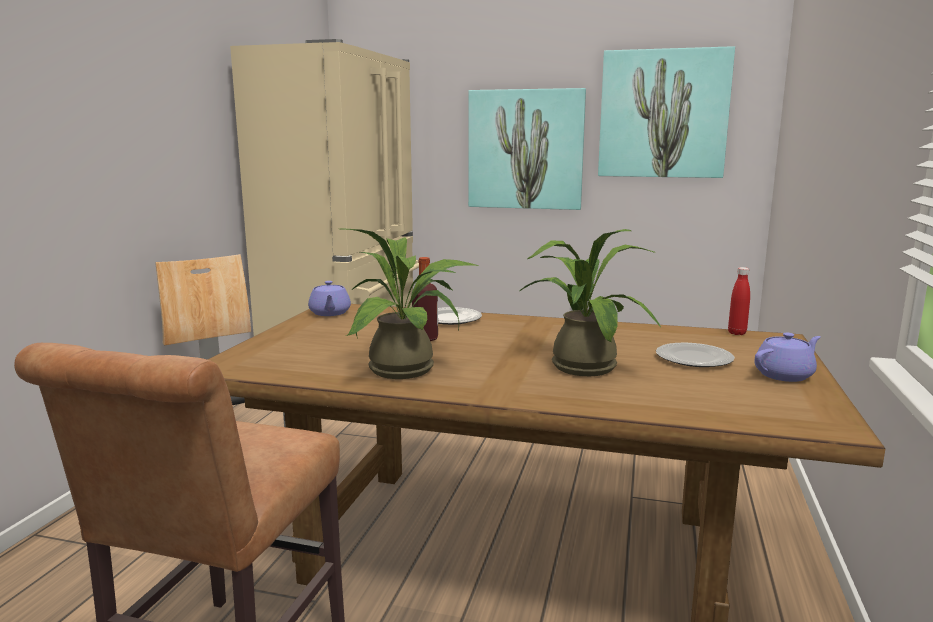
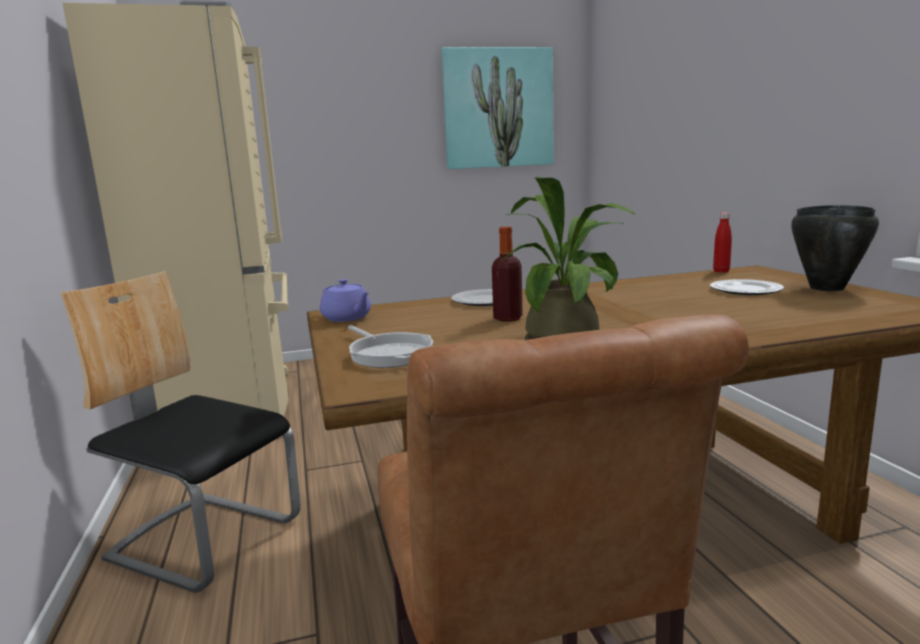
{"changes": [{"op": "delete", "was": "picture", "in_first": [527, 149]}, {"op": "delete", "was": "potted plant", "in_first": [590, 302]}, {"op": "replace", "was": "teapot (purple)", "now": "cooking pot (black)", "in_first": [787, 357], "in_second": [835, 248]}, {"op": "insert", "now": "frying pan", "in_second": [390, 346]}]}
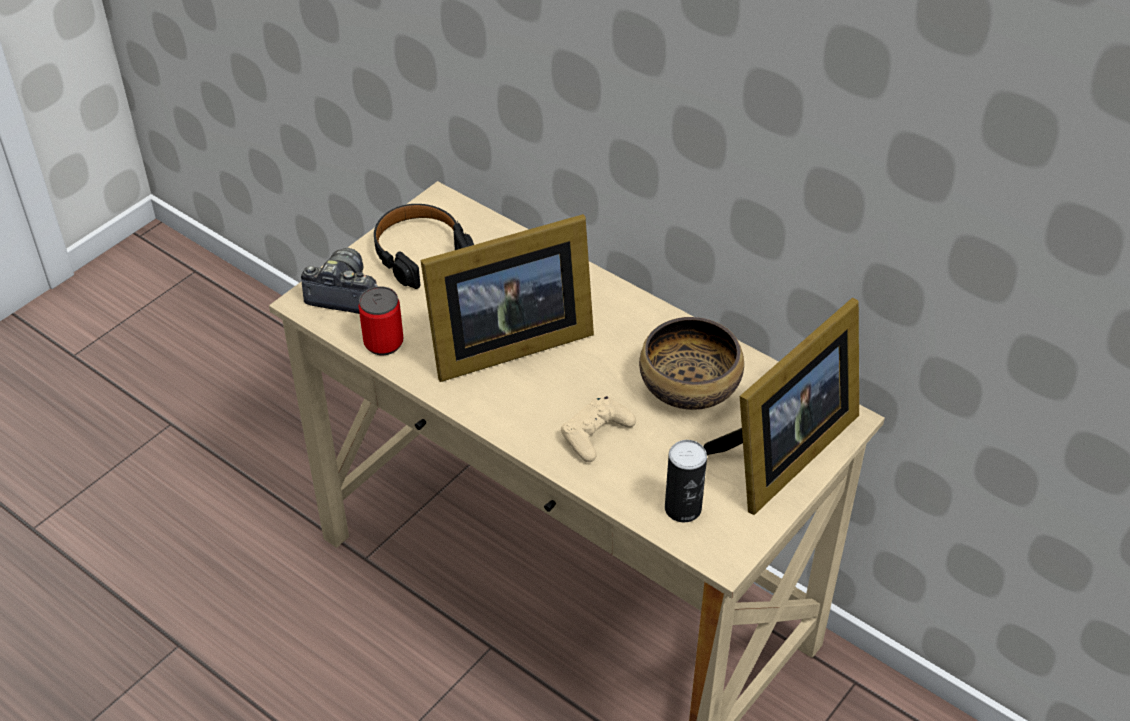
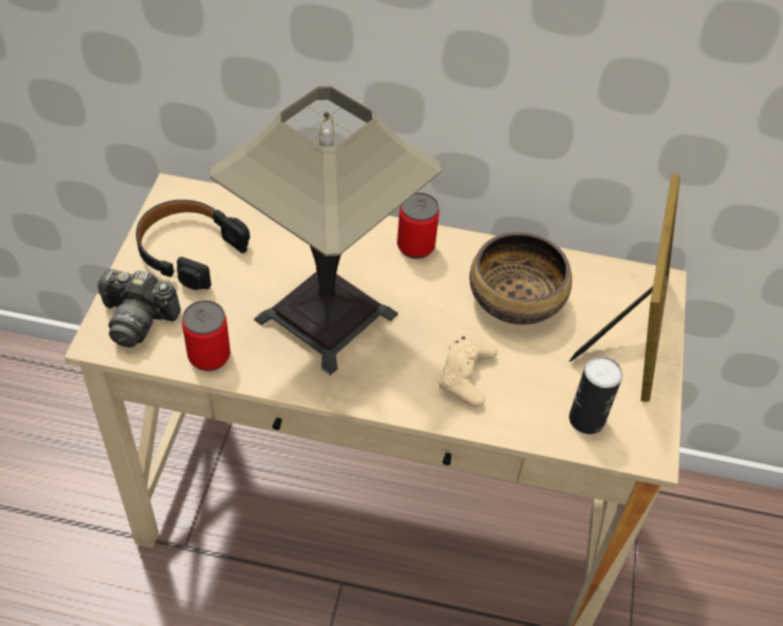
{"changes": [{"op": "replace", "was": "picture frame", "now": "table lamp", "in_first": [507, 298], "in_second": [325, 230]}, {"op": "rotate", "was": "photo camera", "in_first": [339, 281], "in_second": [139, 308], "clockwise": -150}, {"op": "insert", "now": "can", "in_second": [418, 225]}]}
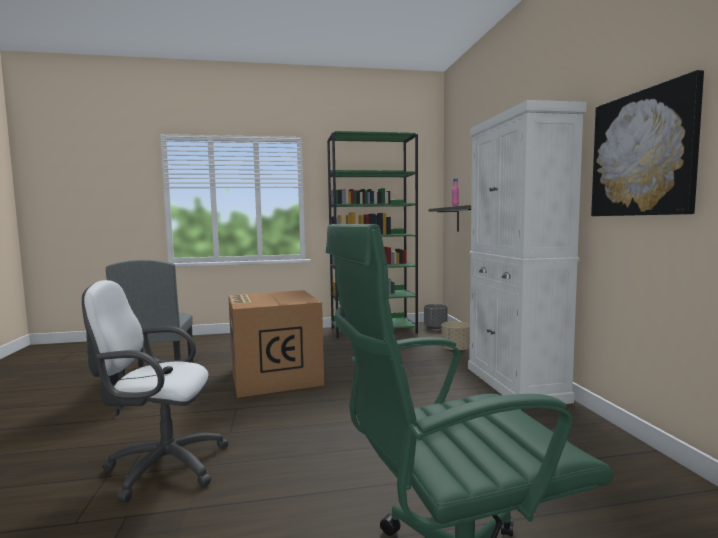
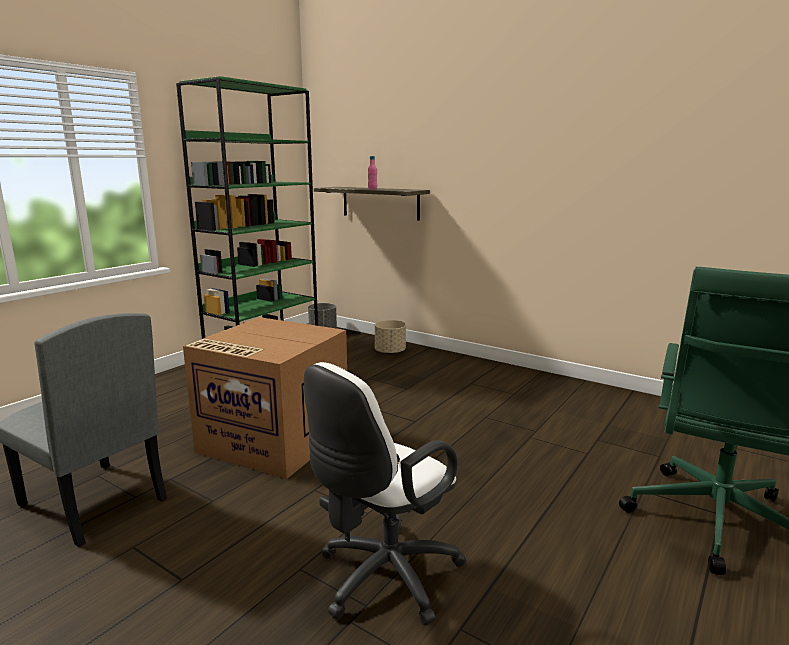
{"changes": [{"op": "delete", "was": "picture", "in_first": [647, 143]}, {"op": "delete", "was": "cabinet (white)", "in_first": [527, 252]}]}
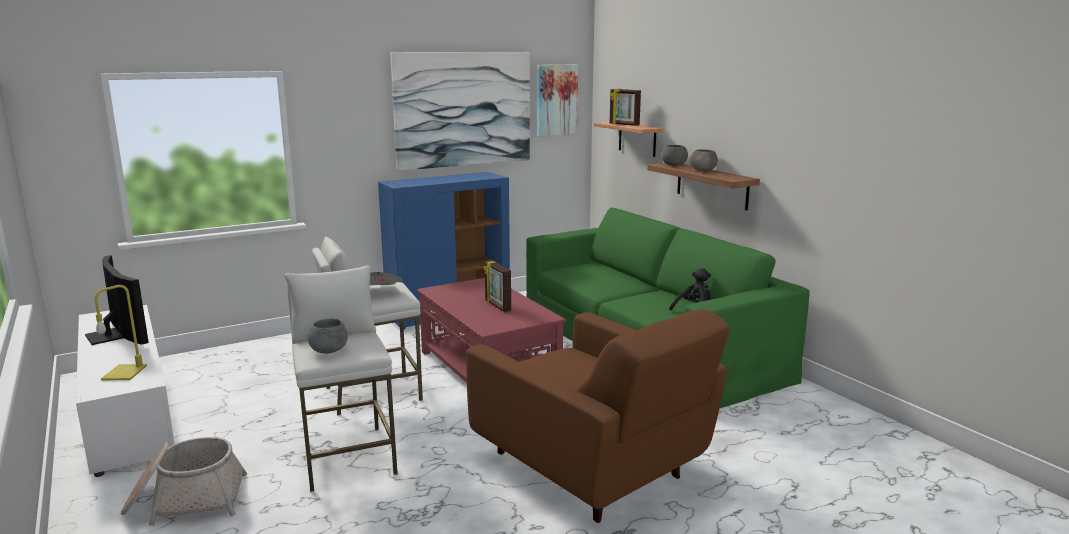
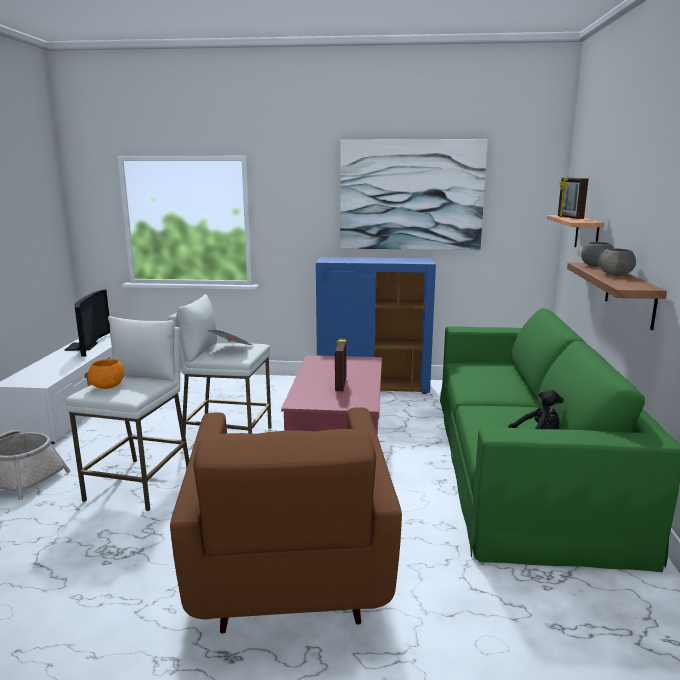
{"changes": [{"op": "delete", "was": "picture", "in_first": [557, 100]}, {"op": "delete", "was": "table lamp (yellow)", "in_first": [121, 332]}, {"op": "recolor", "was": "bowl (grey)", "now": "bowl (orange)", "in_first": [328, 335], "in_second": [106, 374]}]}
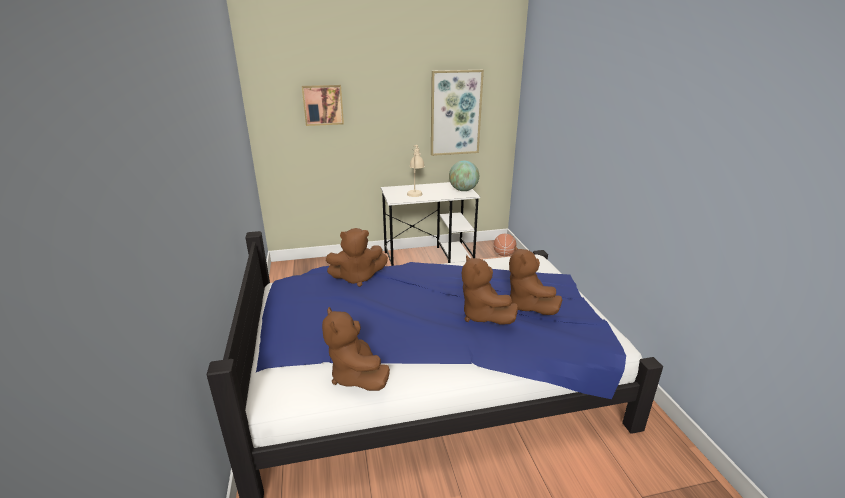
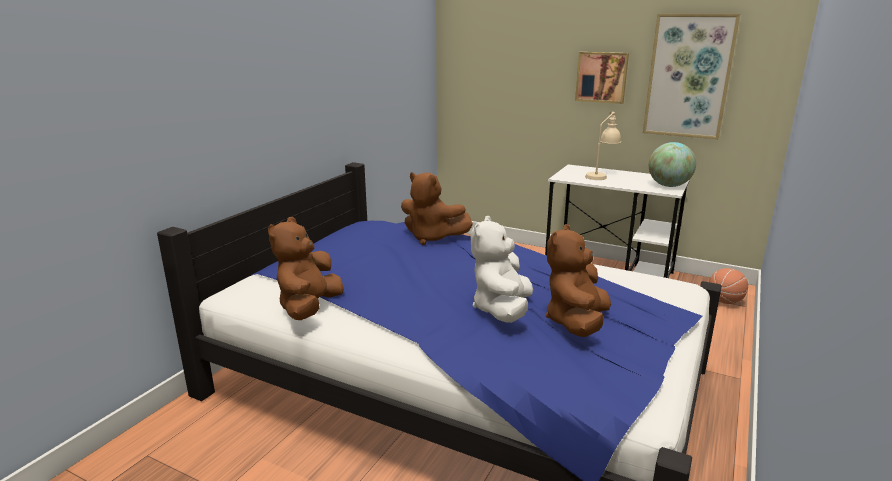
{"changes": [{"op": "move", "was": "picture", "in_first": [323, 105], "in_second": [602, 78]}, {"op": "recolor", "was": "plush toy (brown)", "now": "plush toy (white)", "in_first": [489, 290], "in_second": [502, 269]}]}
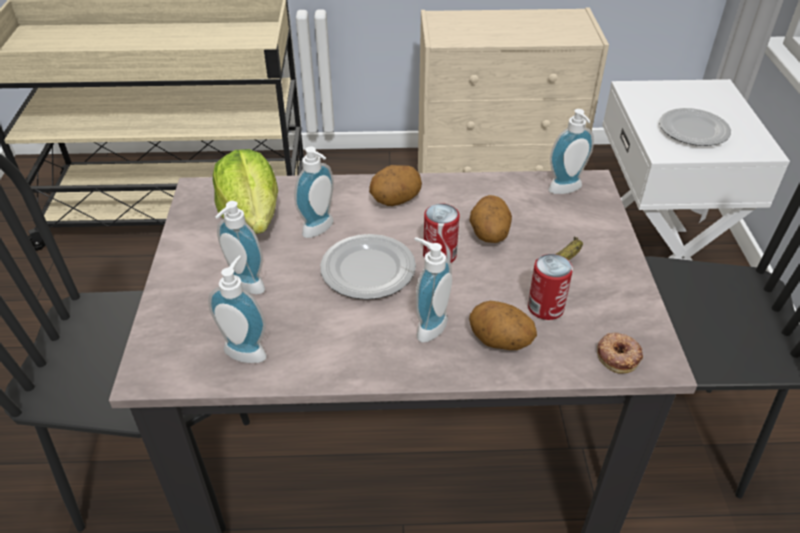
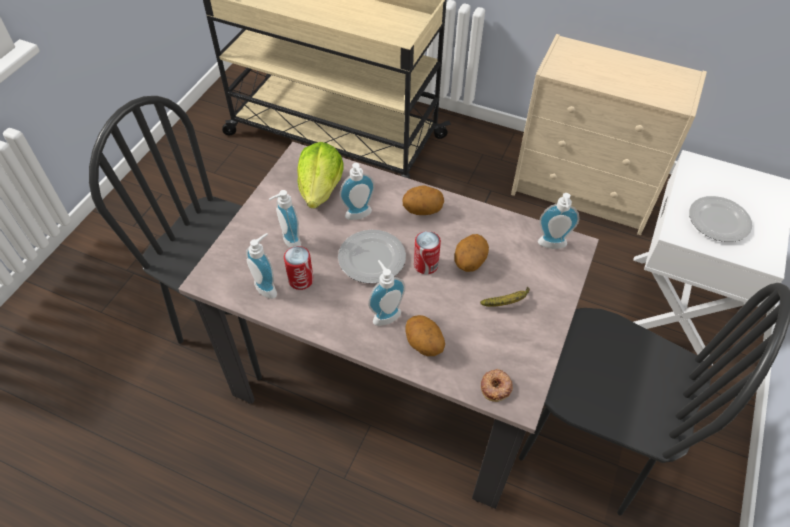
{"changes": [{"op": "move", "was": "can", "in_first": [550, 287], "in_second": [299, 268]}]}
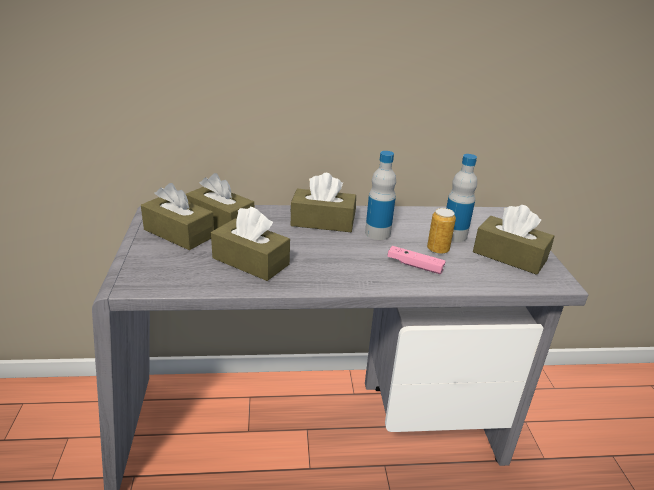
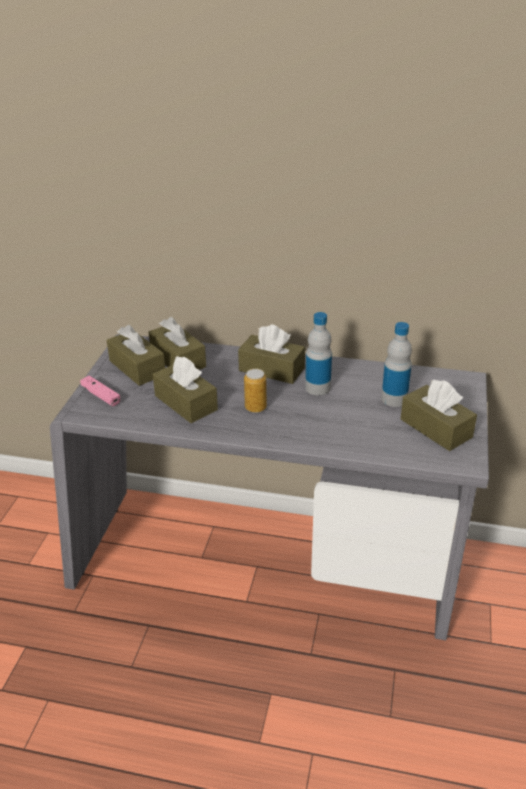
{"changes": [{"op": "move", "was": "can", "in_first": [441, 231], "in_second": [255, 391]}, {"op": "move", "was": "game controller (pink)", "in_first": [417, 260], "in_second": [100, 391]}]}
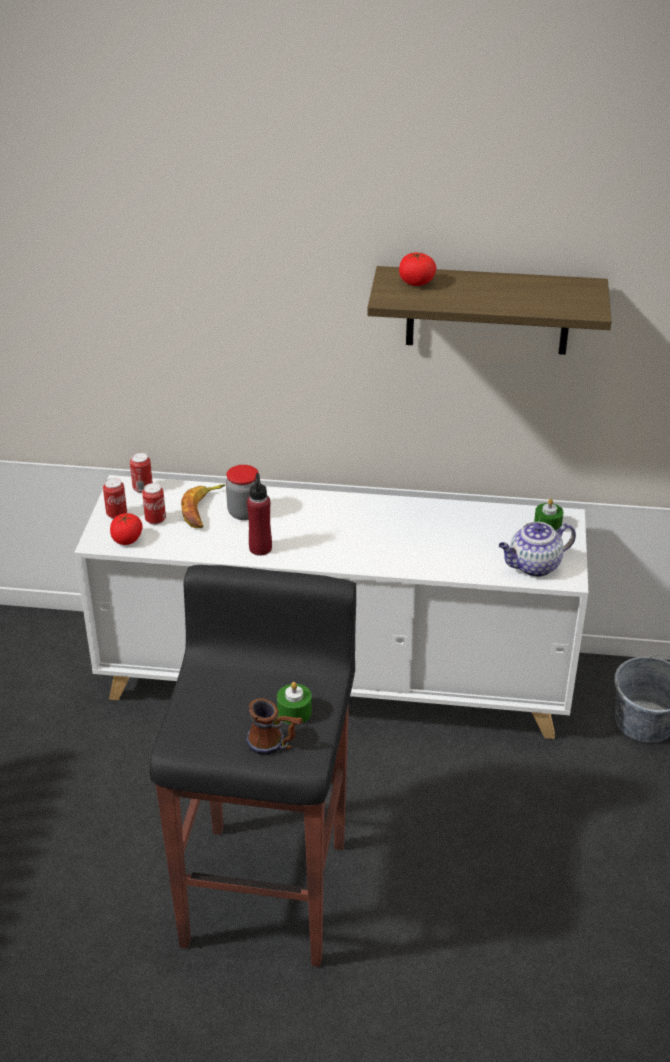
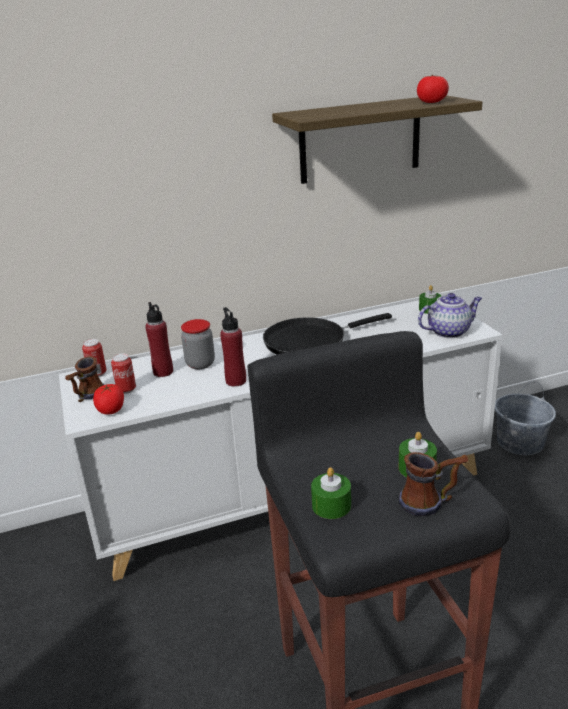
{"changes": [{"op": "move", "was": "tomato", "in_first": [417, 269], "in_second": [433, 89]}, {"op": "replace", "was": "can", "now": "mug", "in_first": [115, 498], "in_second": [84, 379]}, {"op": "replace", "was": "banana", "now": "bottle (red)", "in_first": [203, 506], "in_second": [159, 339]}, {"op": "rotate", "was": "teapot", "in_first": [537, 549], "in_second": [450, 315], "clockwise": -150}, {"op": "insert", "now": "frying pan (black)", "in_second": [327, 334]}, {"op": "insert", "now": "candle (green)", "in_second": [331, 493]}]}
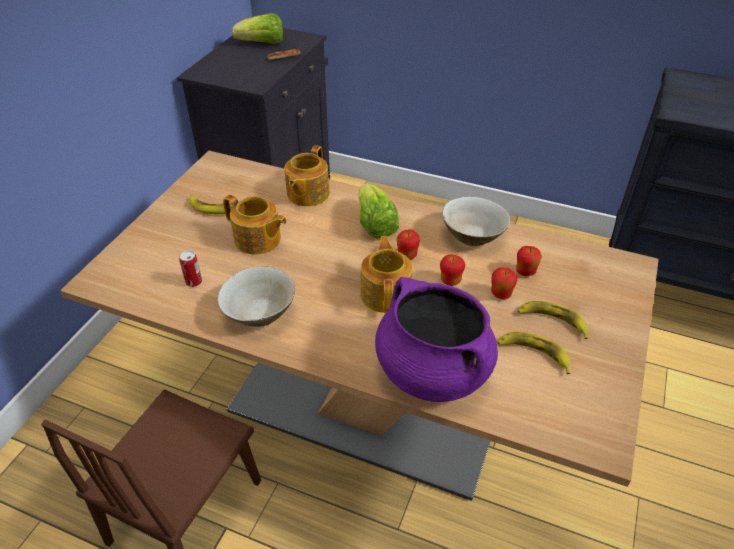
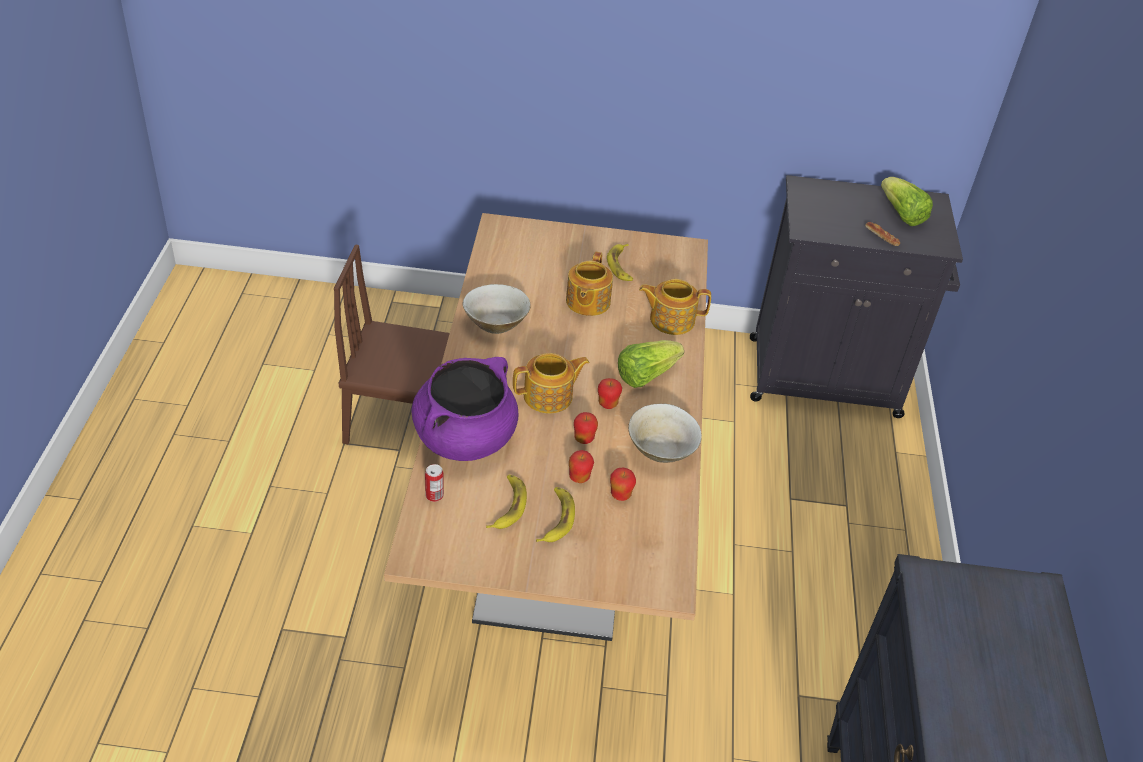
{"changes": [{"op": "move", "was": "can", "in_first": [190, 269], "in_second": [434, 483]}]}
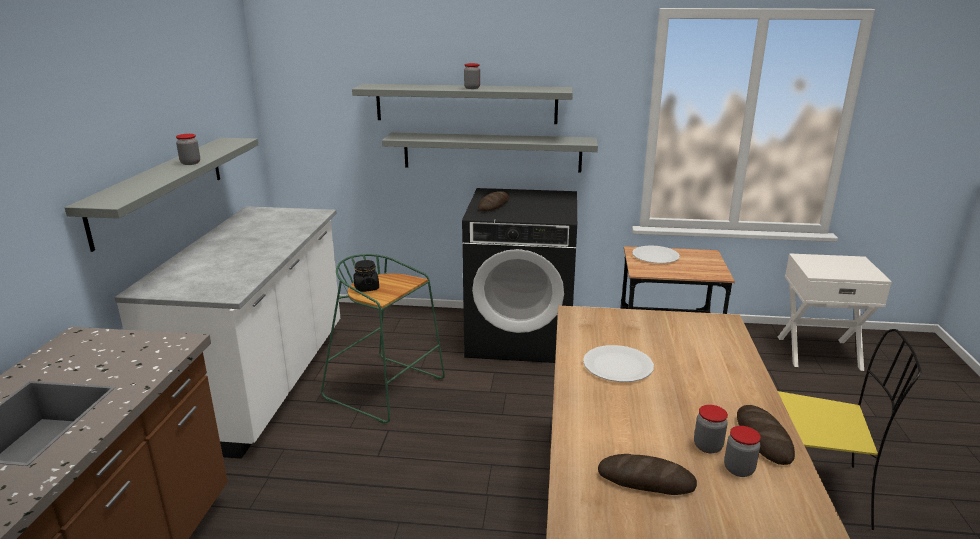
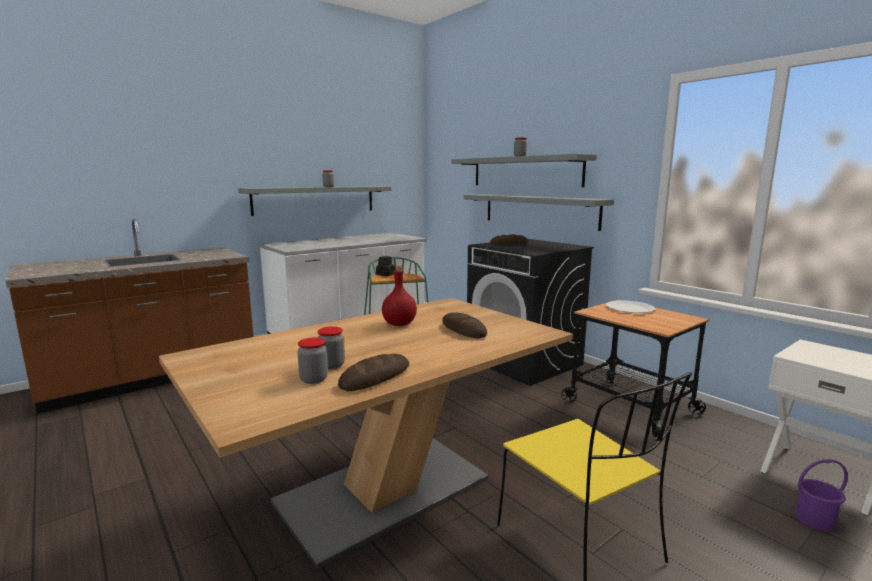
{"changes": [{"op": "replace", "was": "plate (white)", "now": "bottle (red)", "in_first": [618, 363], "in_second": [399, 295]}, {"op": "move", "was": "bread", "in_first": [647, 474], "in_second": [464, 325]}, {"op": "insert", "now": "bucket (purple)", "in_second": [821, 495]}]}
